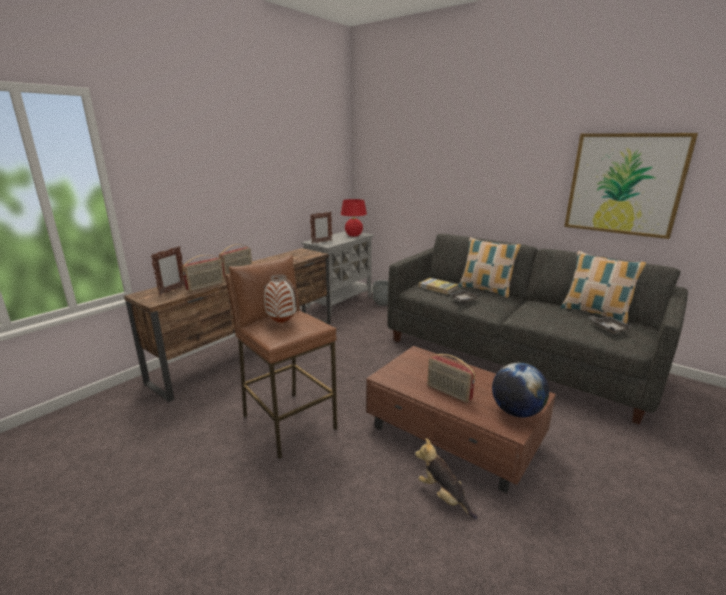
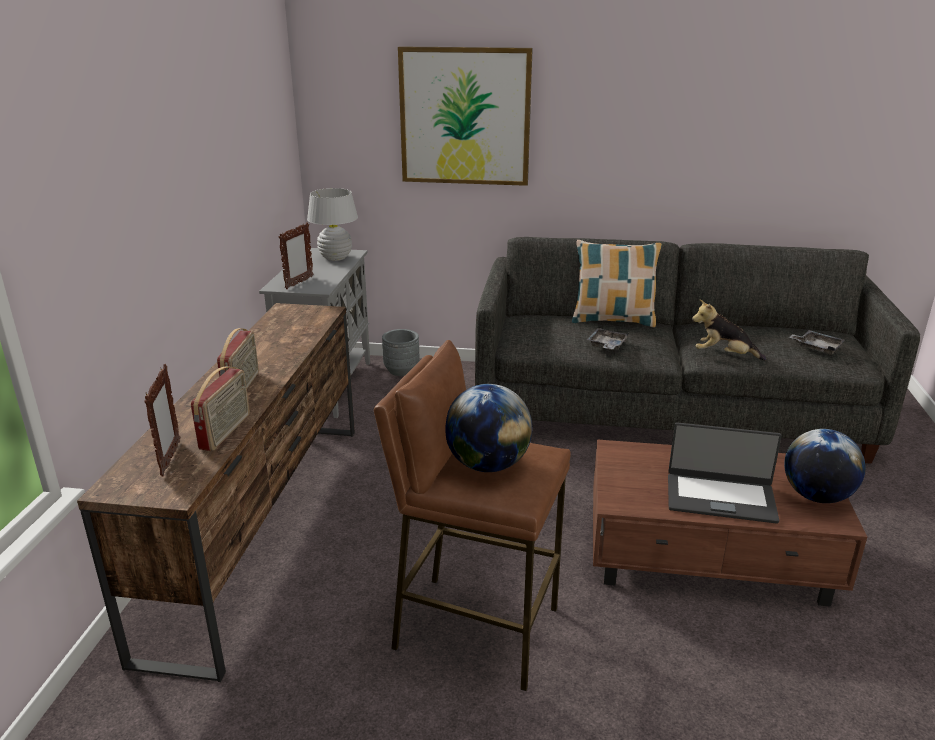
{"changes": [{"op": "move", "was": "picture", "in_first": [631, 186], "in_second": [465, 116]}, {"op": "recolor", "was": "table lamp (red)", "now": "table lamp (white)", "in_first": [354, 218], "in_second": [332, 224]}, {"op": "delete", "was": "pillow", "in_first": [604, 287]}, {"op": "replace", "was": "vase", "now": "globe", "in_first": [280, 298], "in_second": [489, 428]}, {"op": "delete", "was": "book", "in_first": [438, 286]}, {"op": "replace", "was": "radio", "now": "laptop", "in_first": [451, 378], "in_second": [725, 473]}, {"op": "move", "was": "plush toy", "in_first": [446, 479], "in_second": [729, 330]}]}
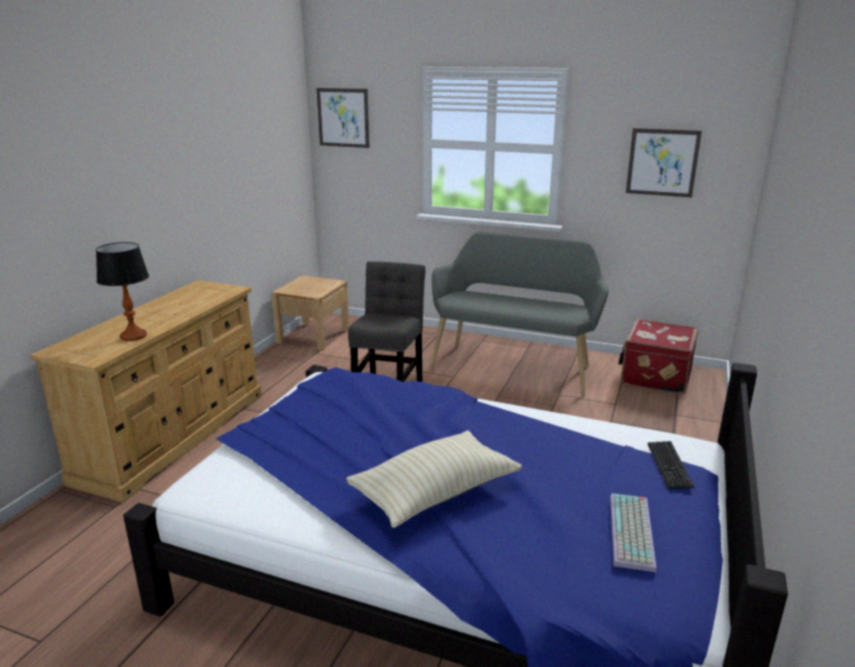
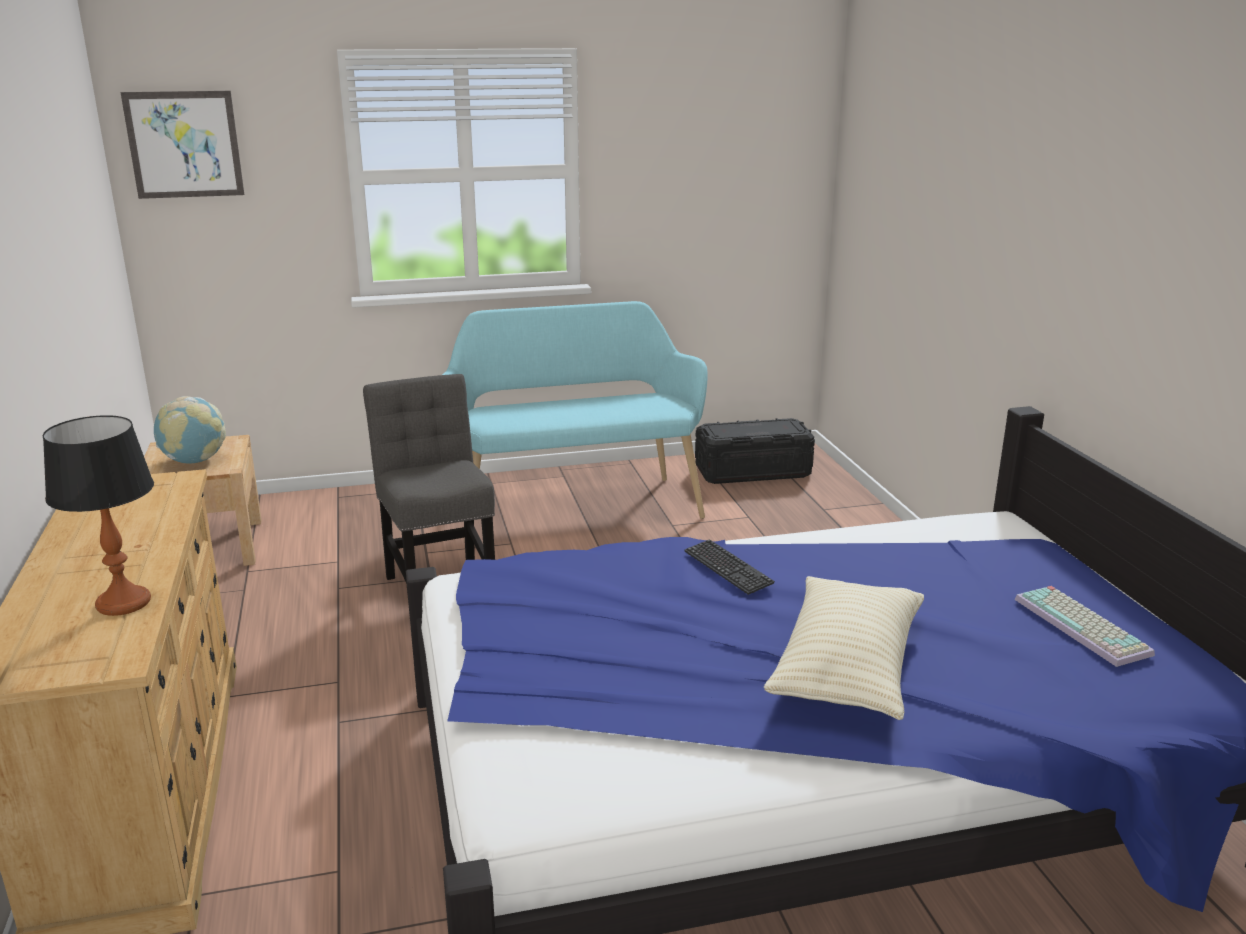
{"changes": [{"op": "delete", "was": "picture", "in_first": [664, 163]}, {"op": "recolor", "was": "bench (grey)", "now": "bench (turquoise)", "in_first": [519, 314], "in_second": [575, 410]}, {"op": "replace", "was": "suitcase (red)", "now": "storage box (black)", "in_first": [658, 356], "in_second": [755, 451]}, {"op": "move", "was": "keyboard", "in_first": [671, 465], "in_second": [729, 567]}, {"op": "insert", "now": "globe", "in_second": [190, 430]}]}
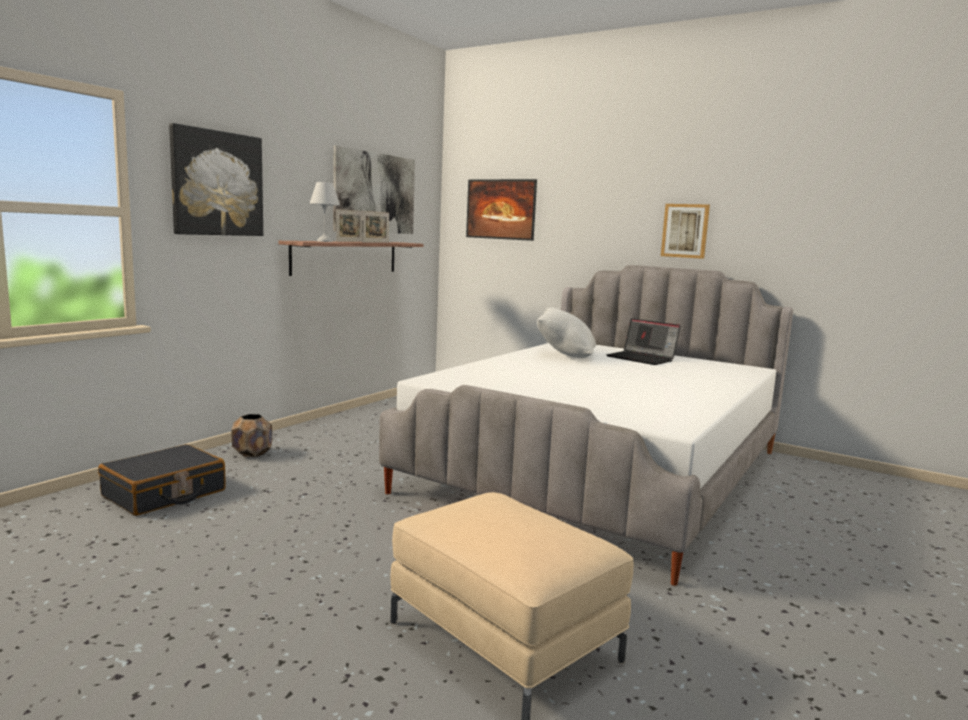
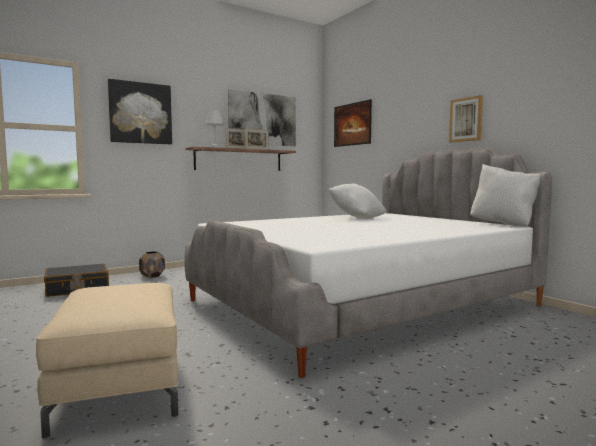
{"changes": [{"op": "delete", "was": "laptop", "in_first": [643, 341]}, {"op": "insert", "now": "pillow (white)", "in_second": [505, 195]}]}
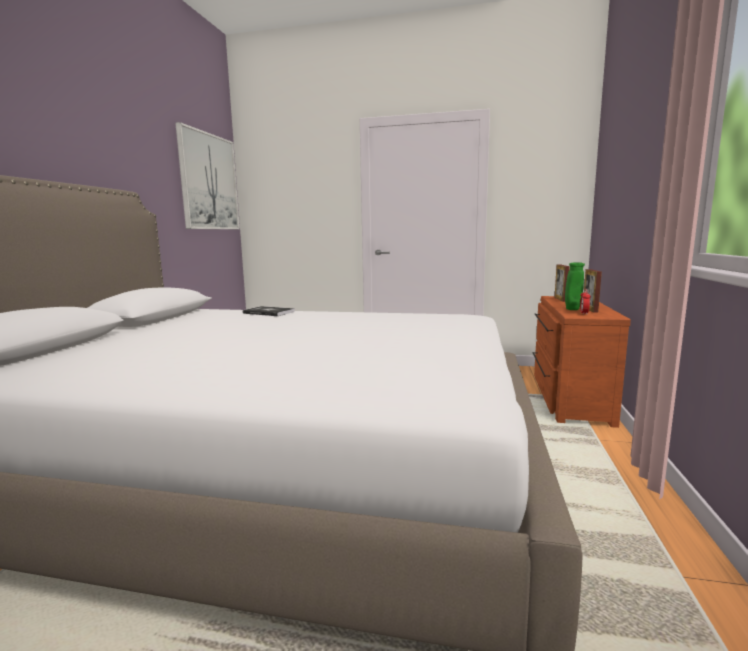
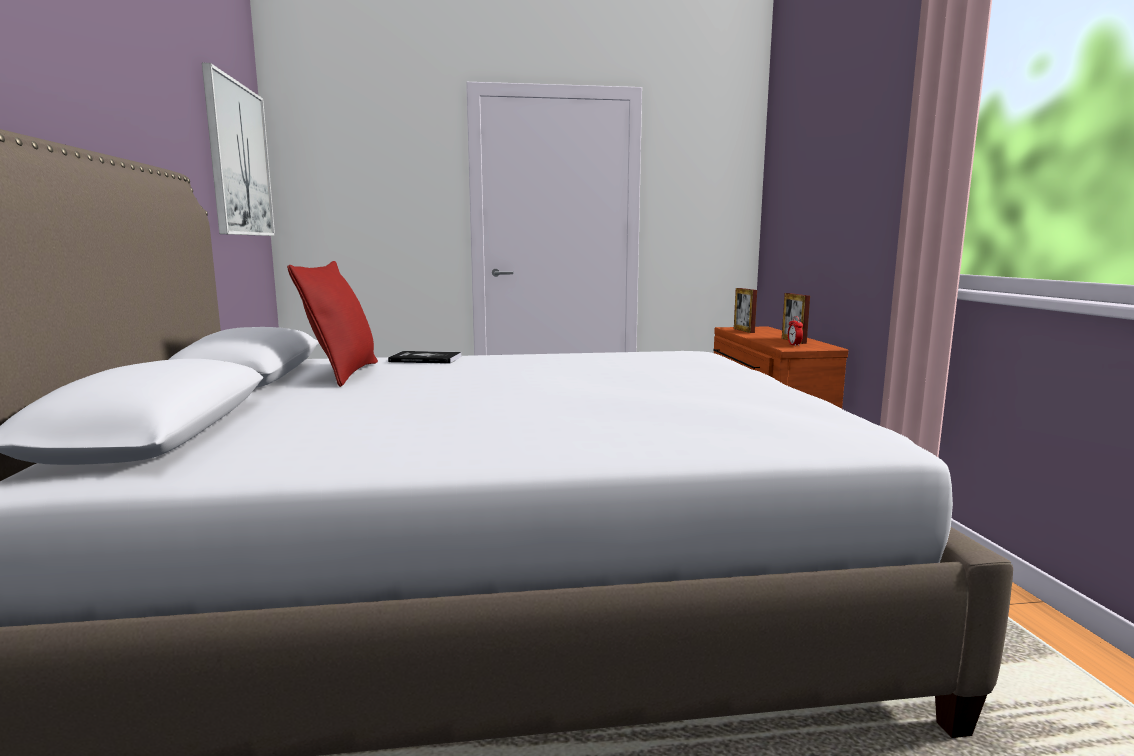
{"changes": [{"op": "delete", "was": "vase (green)", "in_first": [575, 286]}, {"op": "insert", "now": "pillow (red)", "in_second": [332, 324]}]}
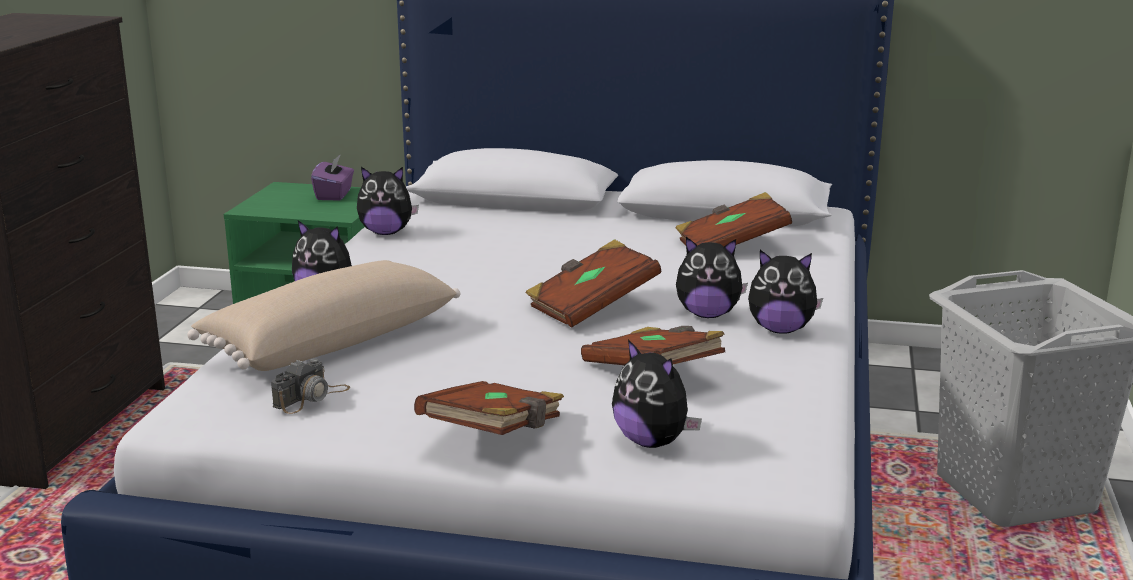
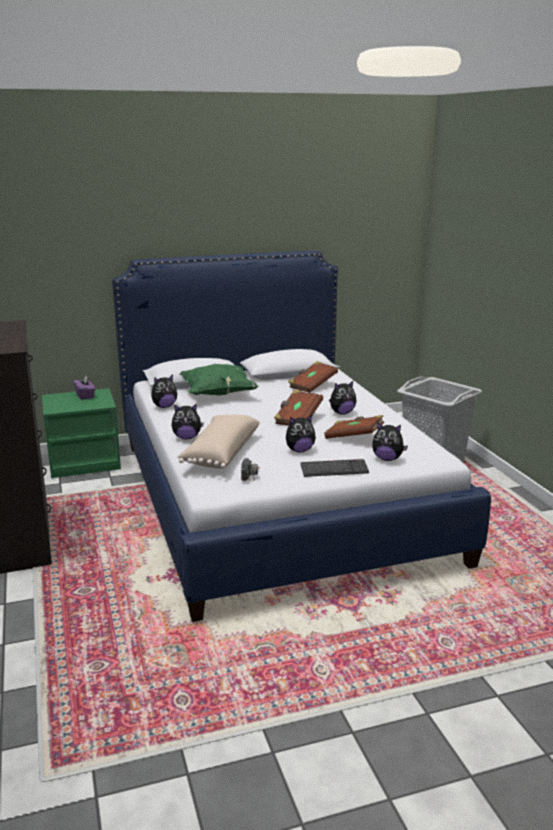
{"changes": [{"op": "move", "was": "plush toy", "in_first": [785, 292], "in_second": [301, 434]}, {"op": "replace", "was": "book (brown)", "now": "keyboard", "in_first": [489, 408], "in_second": [334, 468]}, {"op": "insert", "now": "pillow (green)", "in_second": [219, 379]}]}
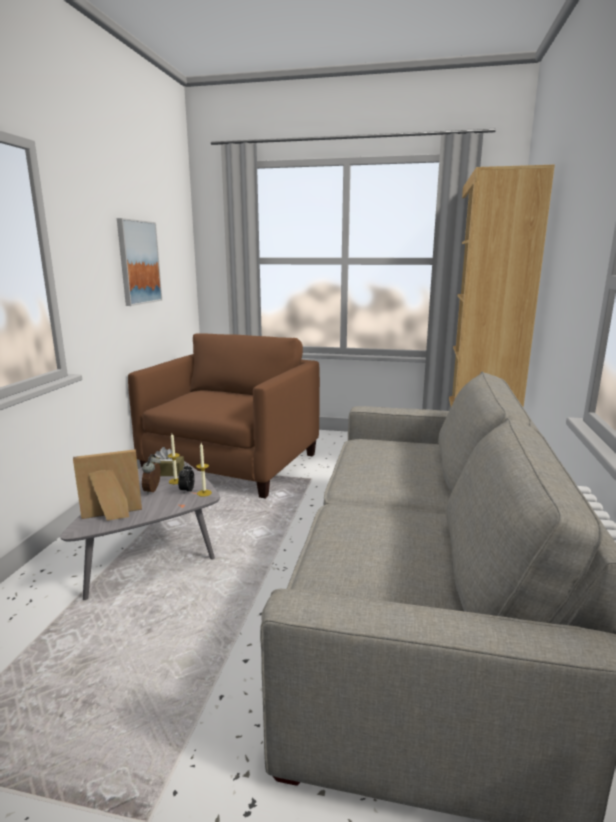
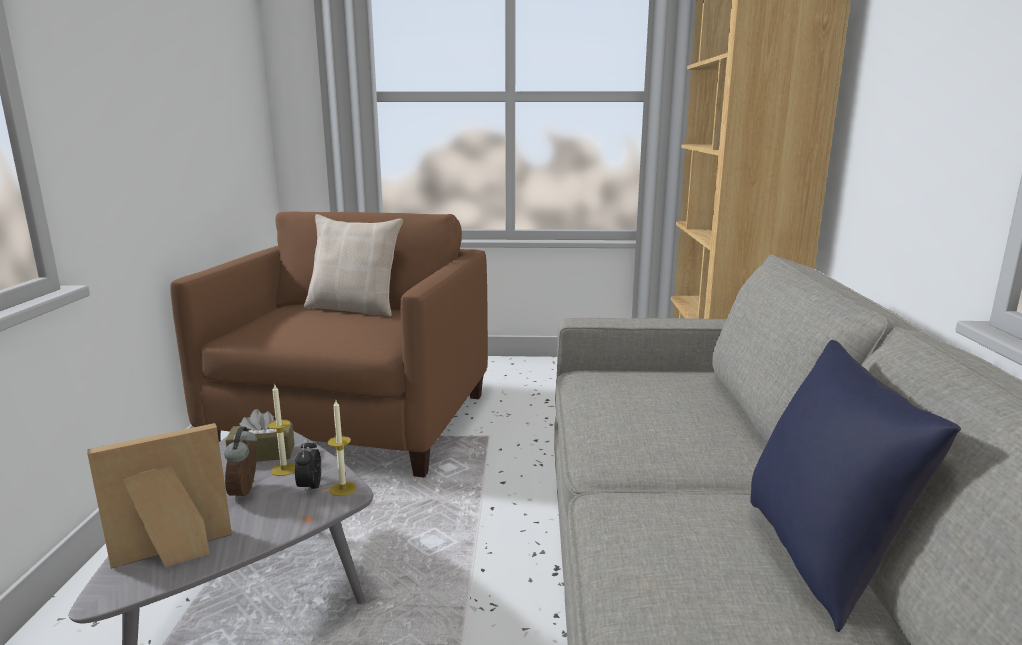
{"changes": [{"op": "delete", "was": "picture", "in_first": [139, 262]}, {"op": "insert", "now": "pillow (beige)", "in_second": [353, 265]}, {"op": "insert", "now": "pillow (blue)", "in_second": [855, 486]}]}
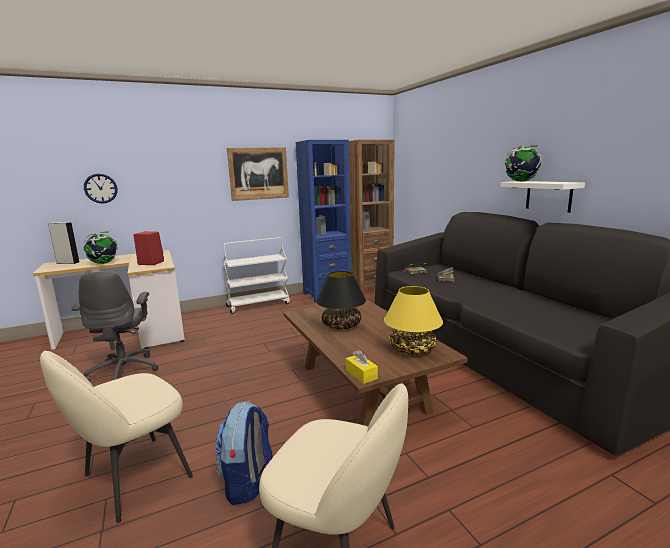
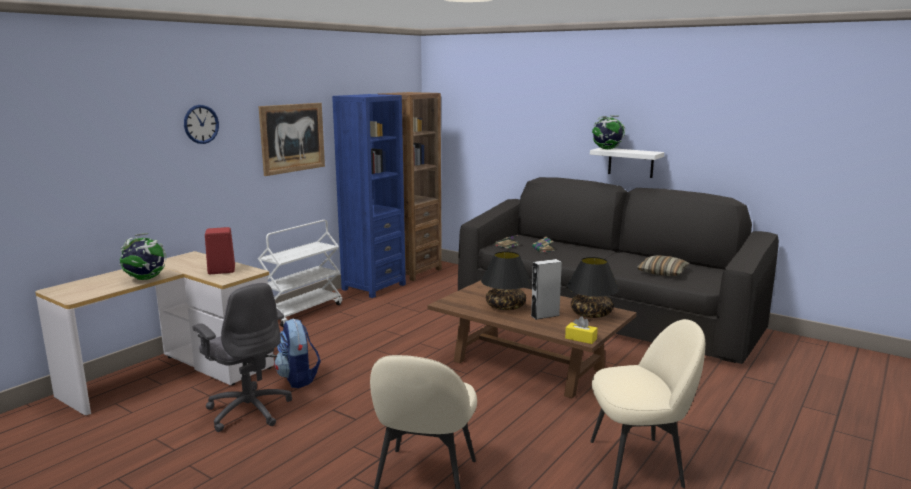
{"changes": [{"op": "move", "was": "wall clock", "in_first": [100, 188], "in_second": [201, 124]}, {"op": "move", "was": "speaker (grey)", "in_first": [63, 243], "in_second": [546, 289]}, {"op": "recolor", "was": "table lamp (yellow)", "now": "table lamp (black)", "in_first": [413, 320], "in_second": [593, 287]}, {"op": "move", "was": "backpack", "in_first": [244, 453], "in_second": [297, 353]}, {"op": "insert", "now": "pillow", "in_second": [663, 265]}]}
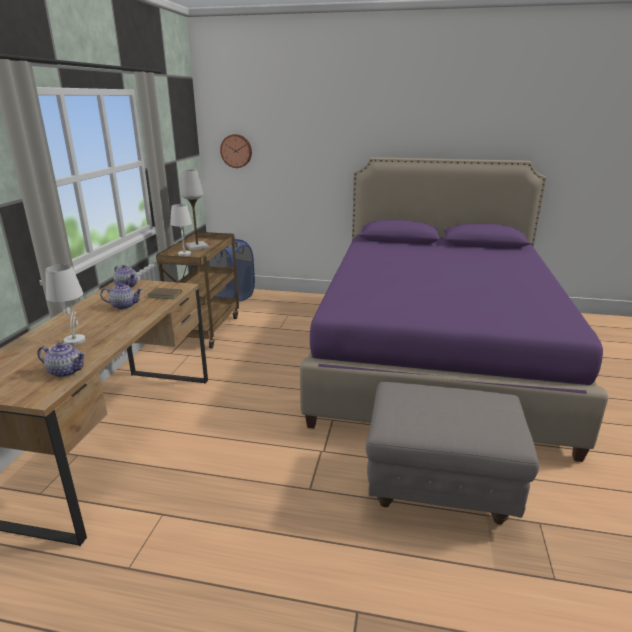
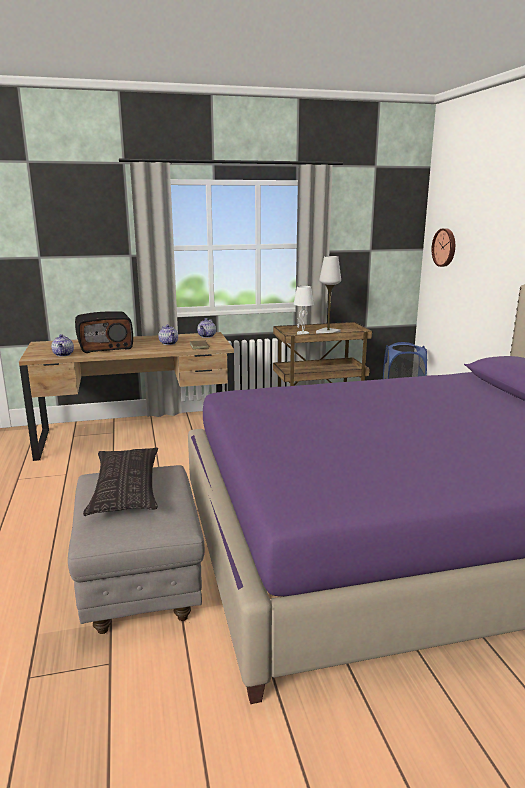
{"changes": [{"op": "replace", "was": "table lamp (white)", "now": "radio", "in_first": [65, 305], "in_second": [104, 332]}, {"op": "insert", "now": "pillow", "in_second": [120, 482]}]}
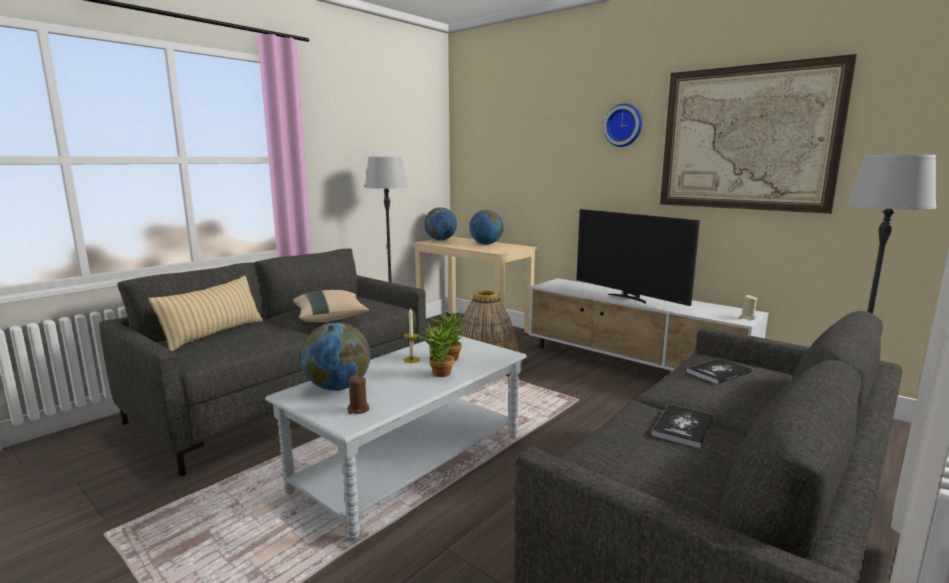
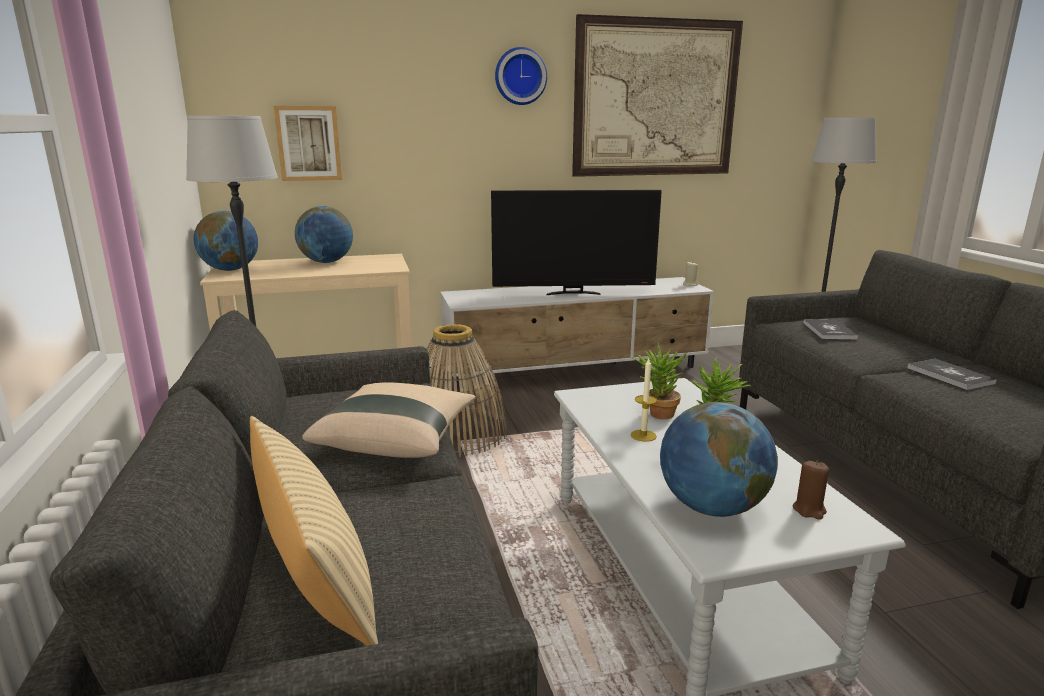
{"changes": [{"op": "insert", "now": "picture", "in_second": [308, 143]}]}
